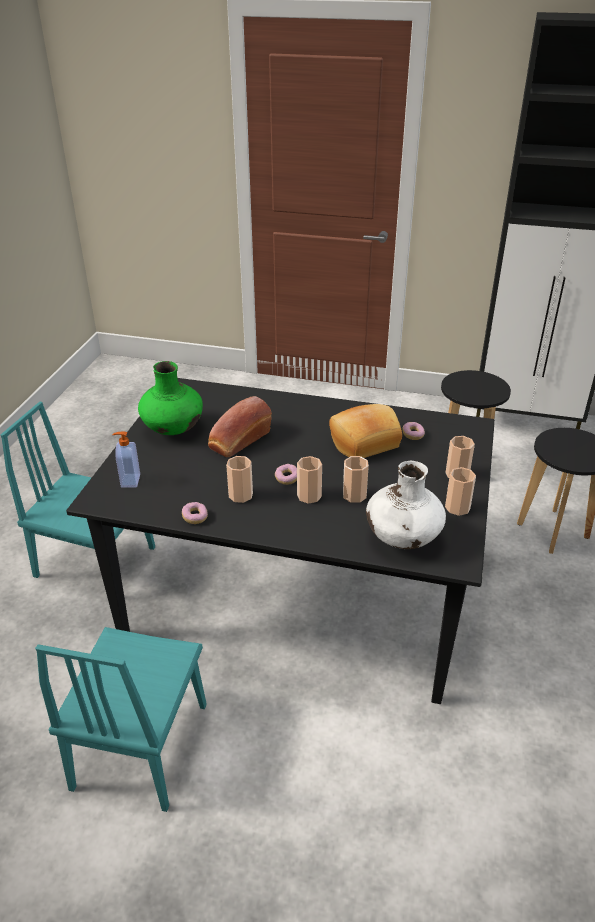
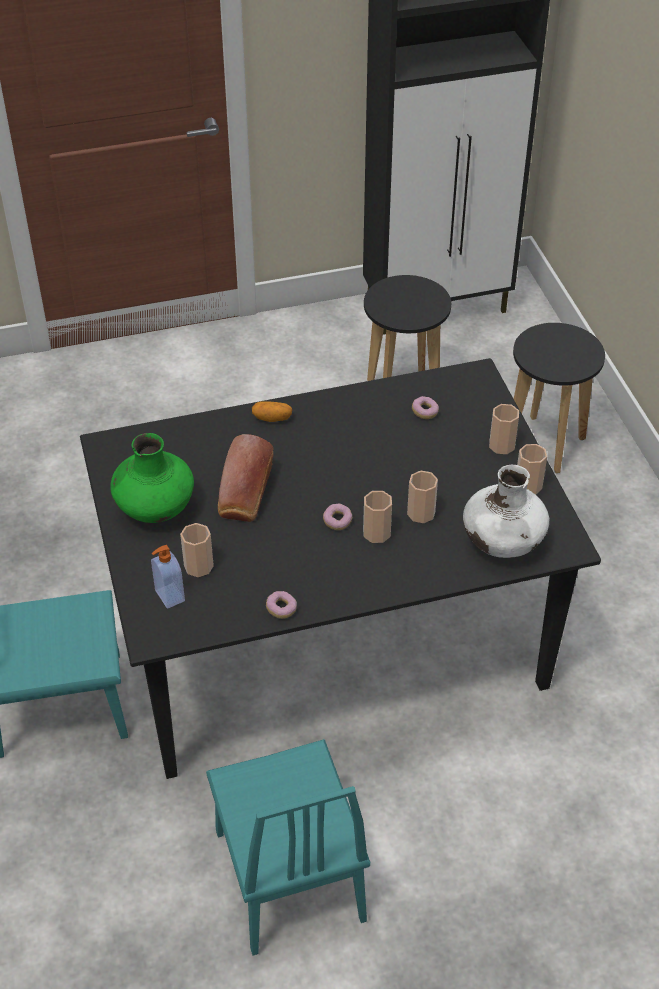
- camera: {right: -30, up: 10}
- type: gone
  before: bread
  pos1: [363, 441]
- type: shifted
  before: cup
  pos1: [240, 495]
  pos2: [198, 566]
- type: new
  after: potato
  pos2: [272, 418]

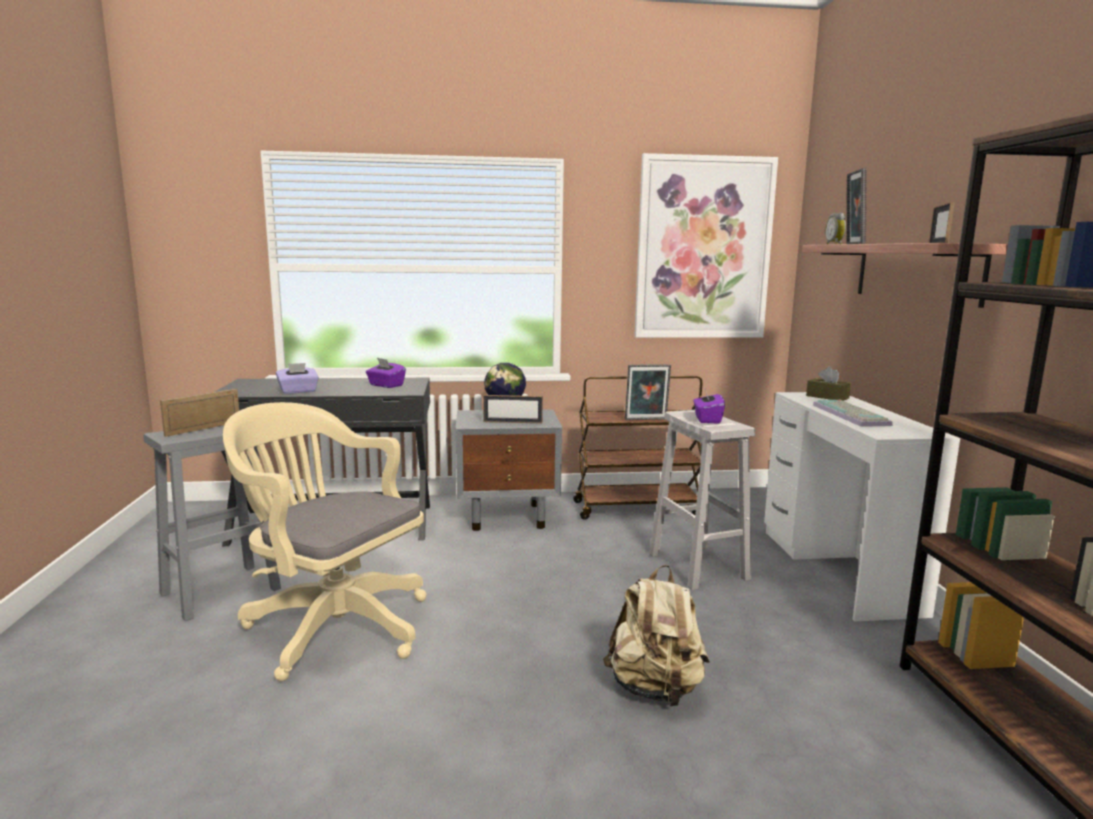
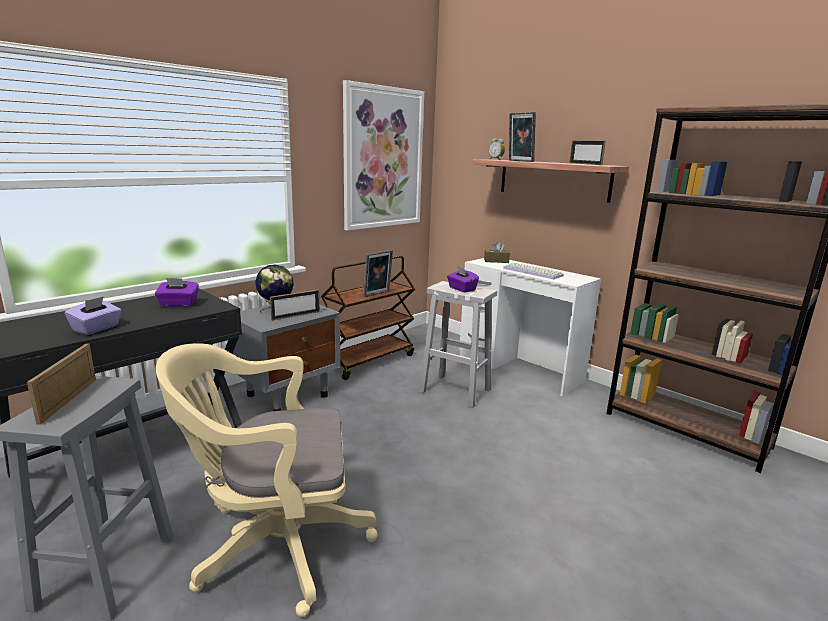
- camera: {right: -40, up: 5}
- type: gone
  before: backpack (beige)
  pos1: [655, 689]

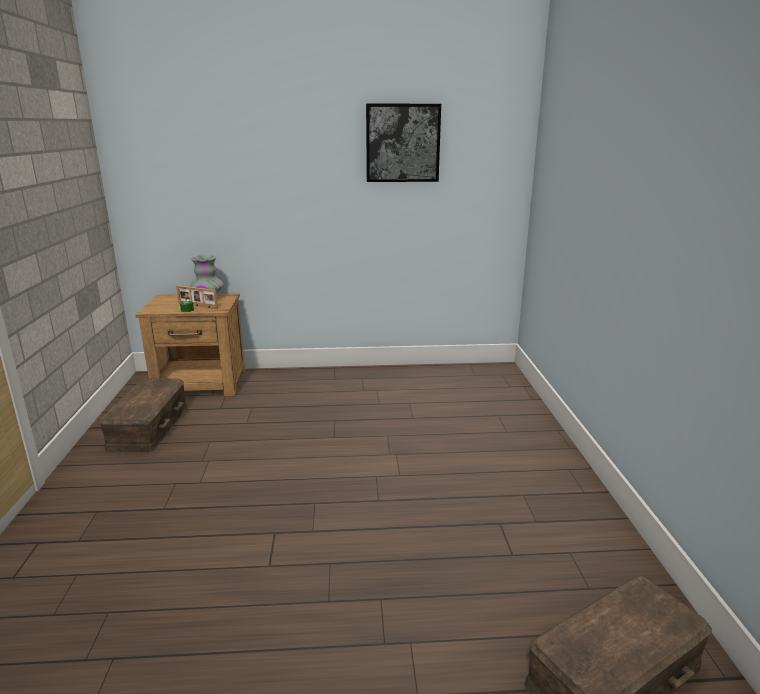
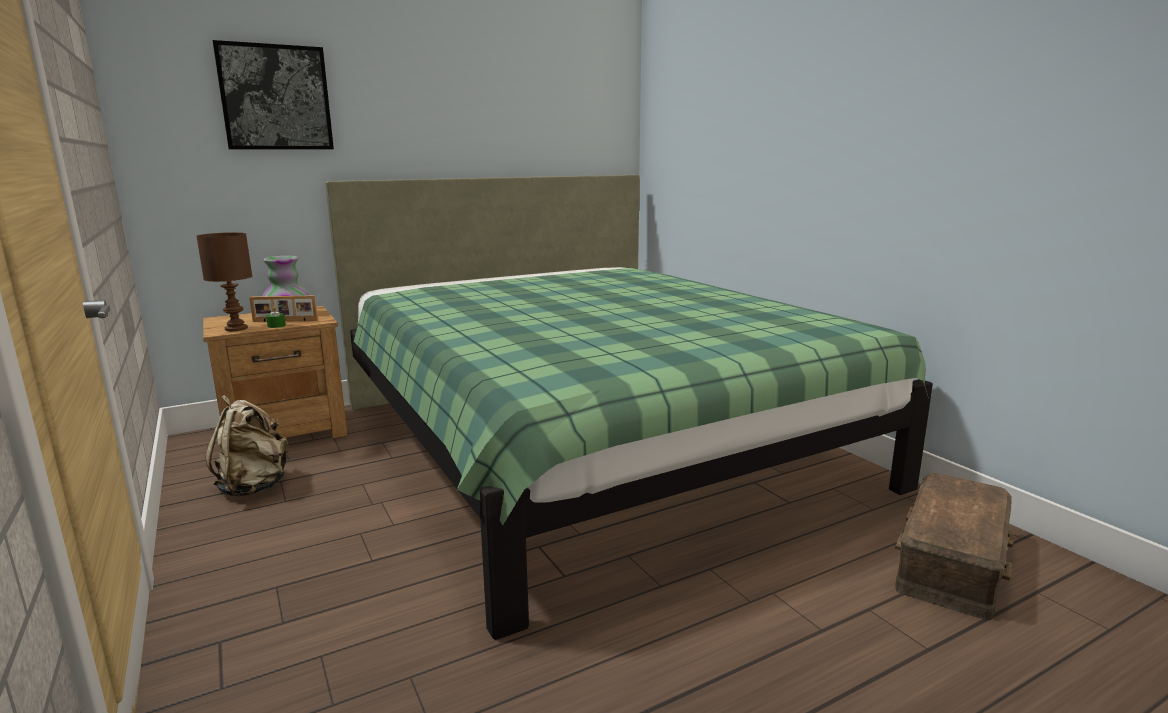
- camera: {right: -25, up: -5}
- type: shifted
  before: picture
  pos1: [402, 143]
  pos2: [275, 98]
- type: swapped
  before: storage box (brown)
  after: backpack (beige)
  pos1: [148, 426]
  pos2: [254, 487]
- type: new
  after: bed (green)
  pos2: [591, 443]
- type: new
  after: table lamp (brown)
  pos2: [235, 329]

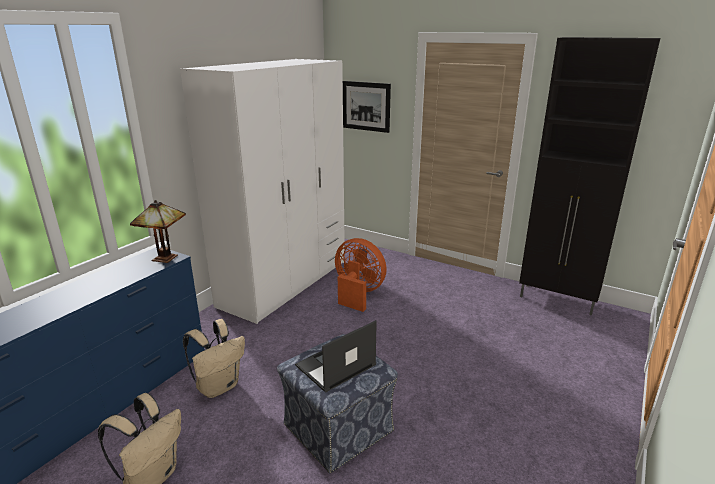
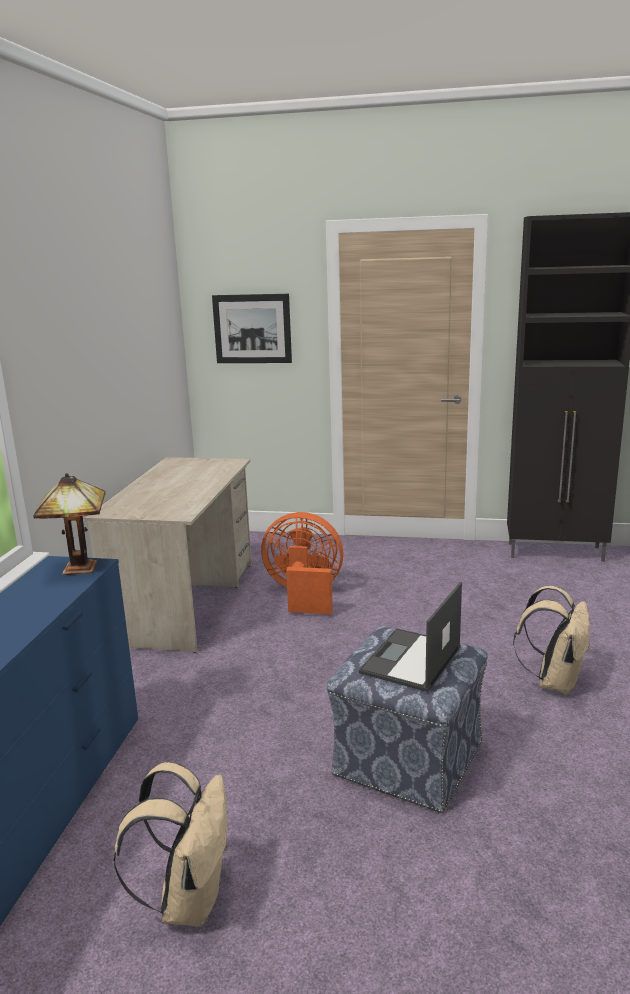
- camera: {right: -20, up: -5}
- type: swapped
  before: wardrobe (white)
  after: desk (beige)
  pos1: [285, 282]
  pos2: [186, 602]
- type: shifted
  before: backpack (beige)
  pos1: [219, 386]
  pos2: [554, 681]

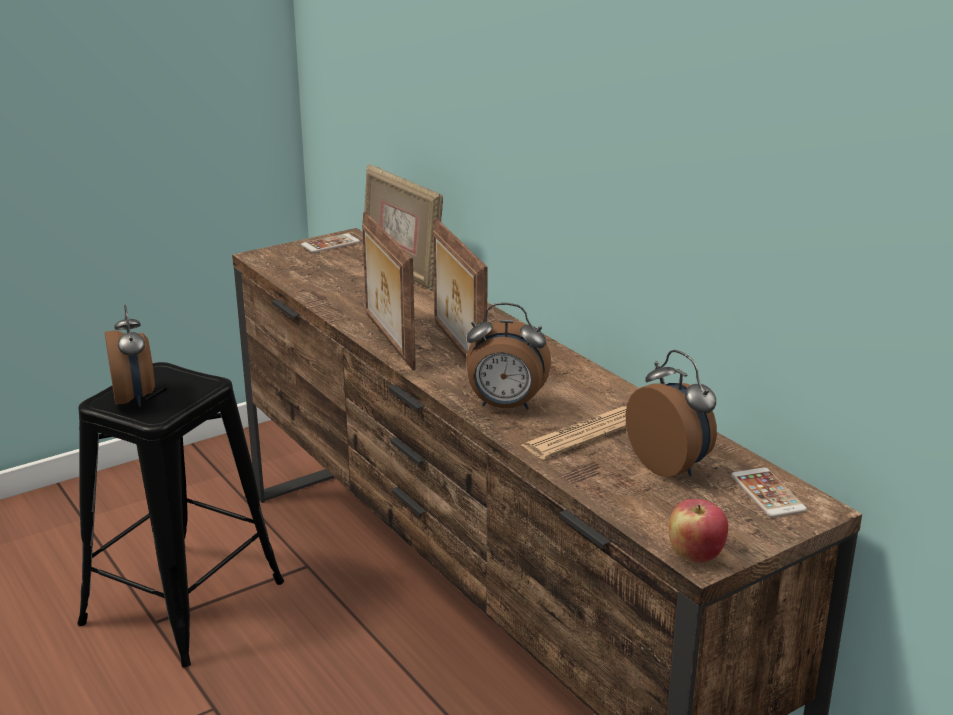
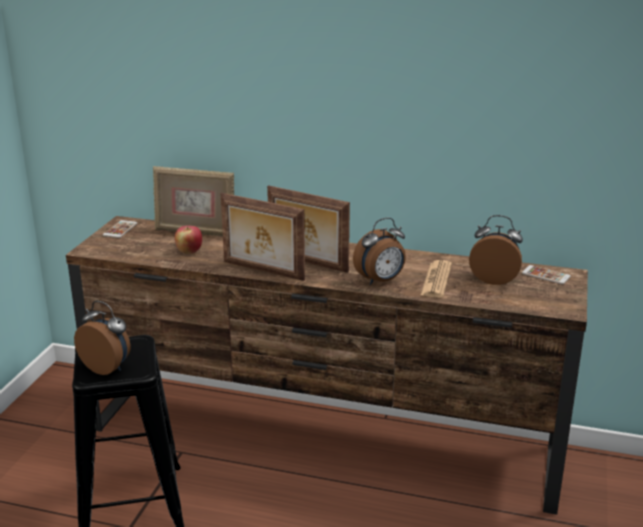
- camera: {right: -40, up: 0}
- type: shifted
  before: apple
  pos1: [695, 555]
  pos2: [189, 251]

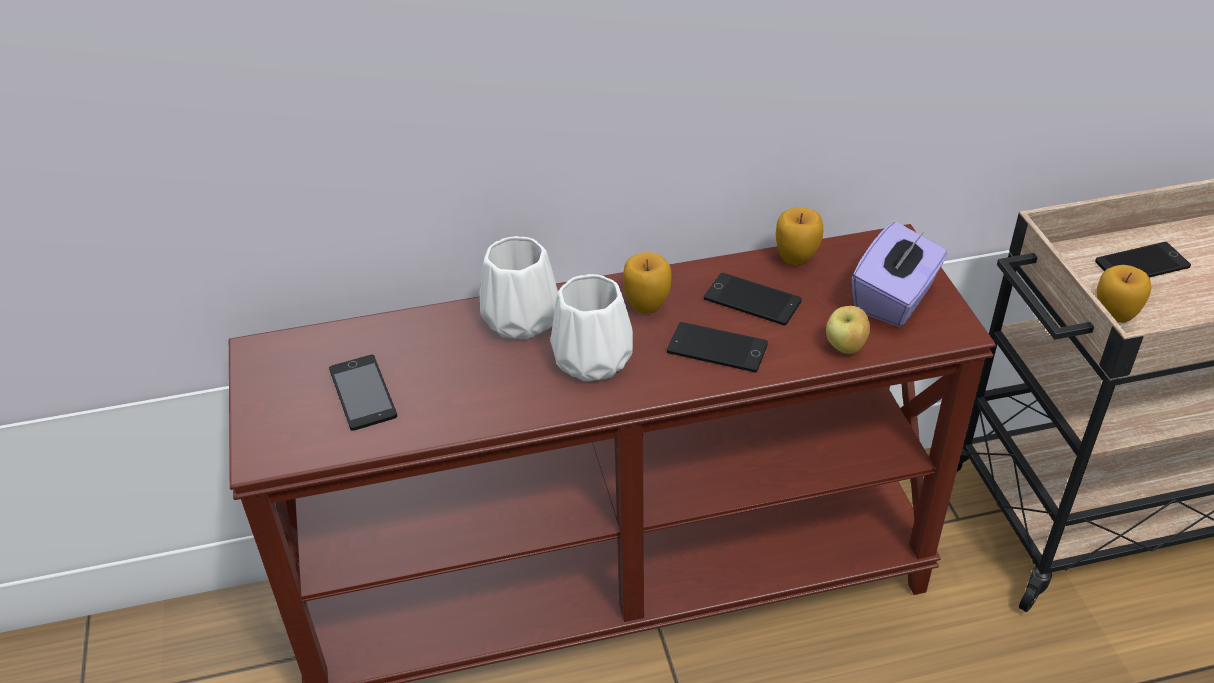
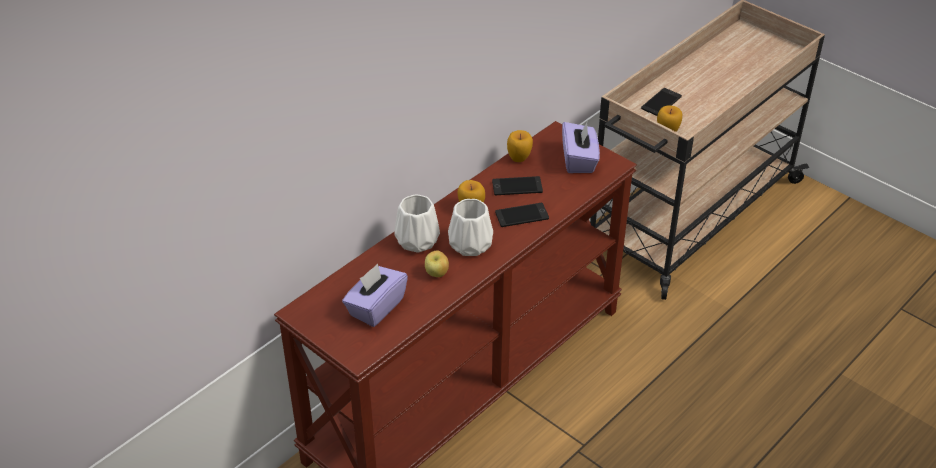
- camera: {right: -35, up: 0}
- type: shifted
  before: apple
  pos1: [846, 347]
  pos2: [437, 273]
- type: swapped
  before: phone
  after: tissue box (purple)
  pos1: [362, 393]
  pos2: [376, 307]

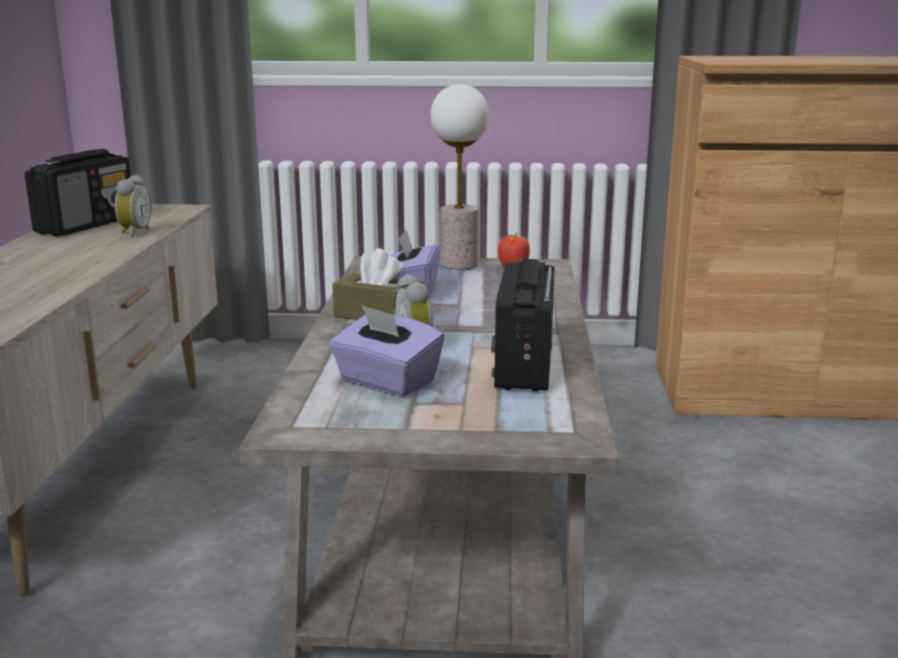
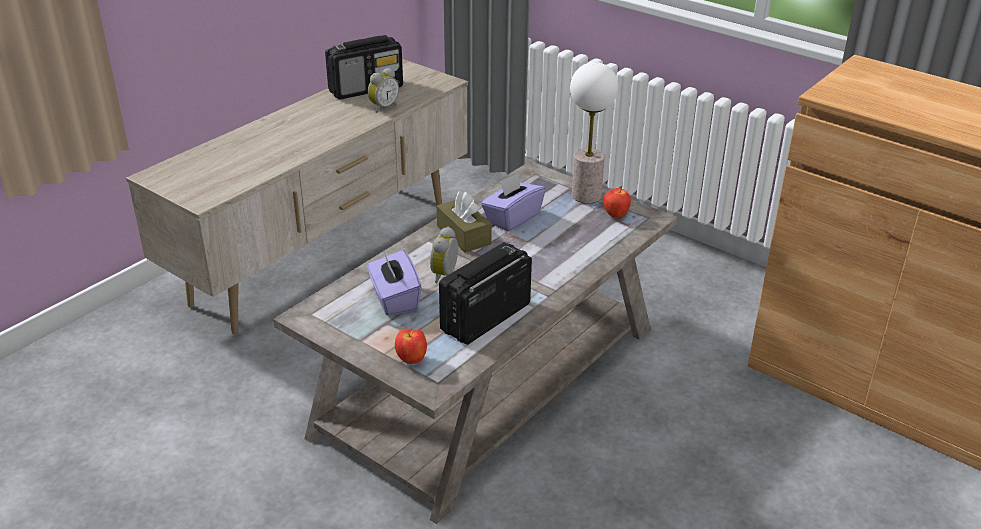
- camera: {right: 35, up: 15}
- type: new
  after: apple
  pos2: [412, 360]

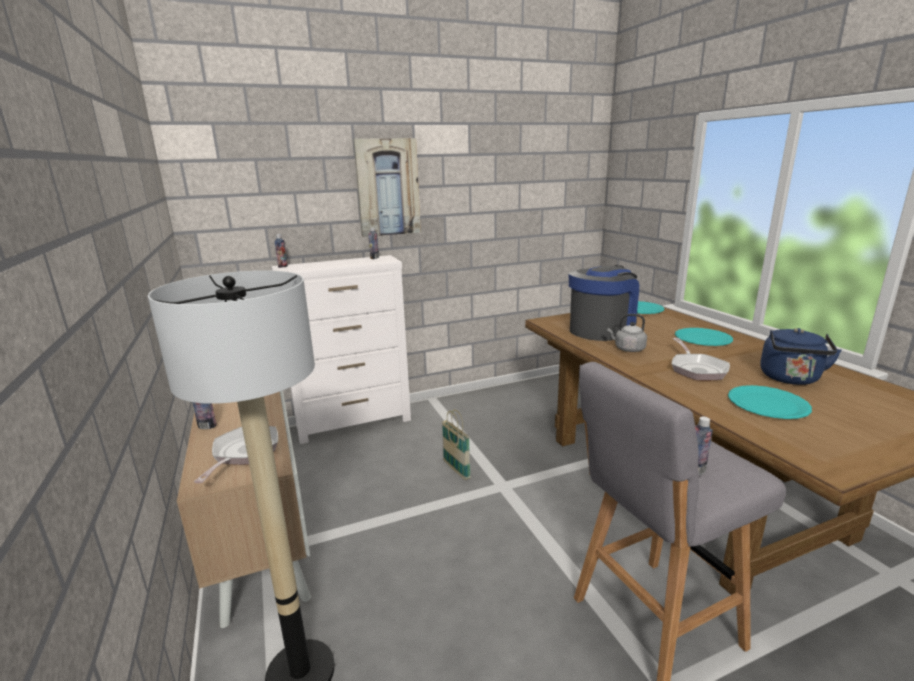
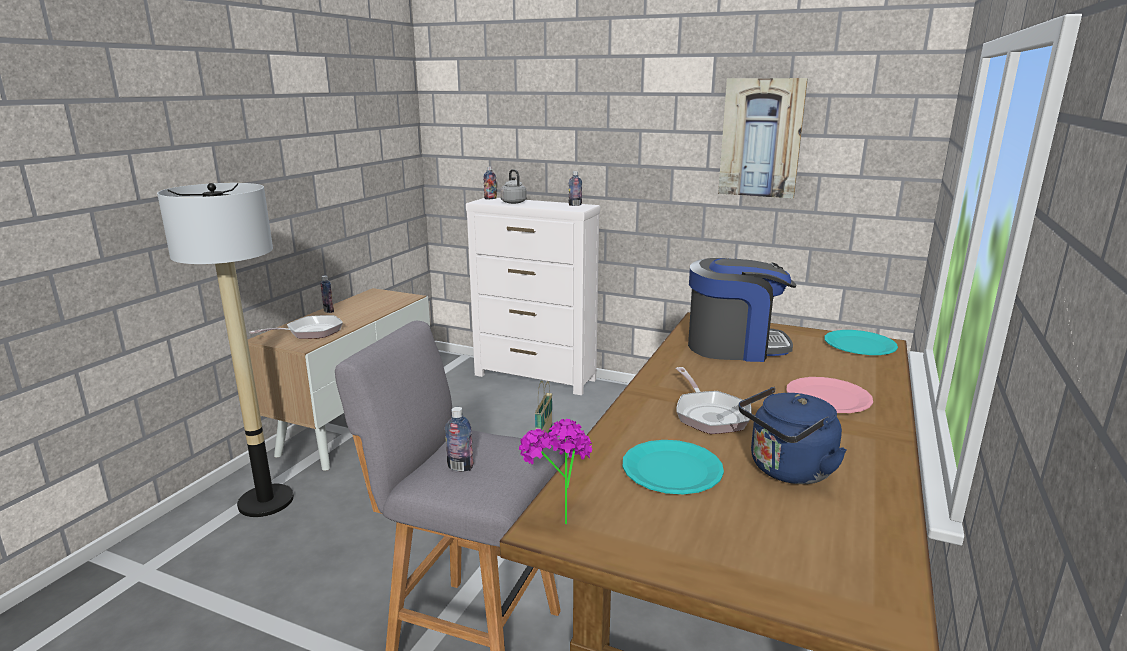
- camera: {right: 45, up: 0}
- type: shifted
  before: picture
  pos1: [387, 187]
  pos2: [761, 138]
- type: shifted
  before: kettle (grey)
  pos1: [627, 349]
  pos2: [513, 202]
- type: repainted
  before: plate (turquoise)
  after: plate (pink)
  pos1: [703, 338]
  pos2: [828, 397]
- type: rotated
  before: frying pan
  pos1: [696, 369]
  pos2: [709, 414]
  turn: -60
- type: new
  after: potted plant
  pos2: [557, 516]

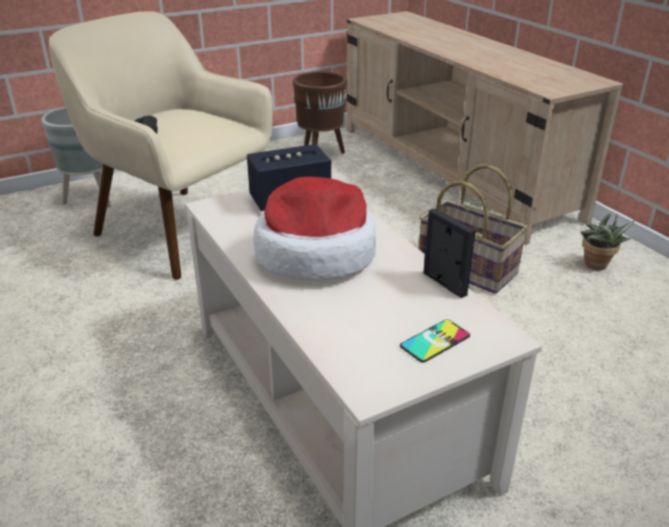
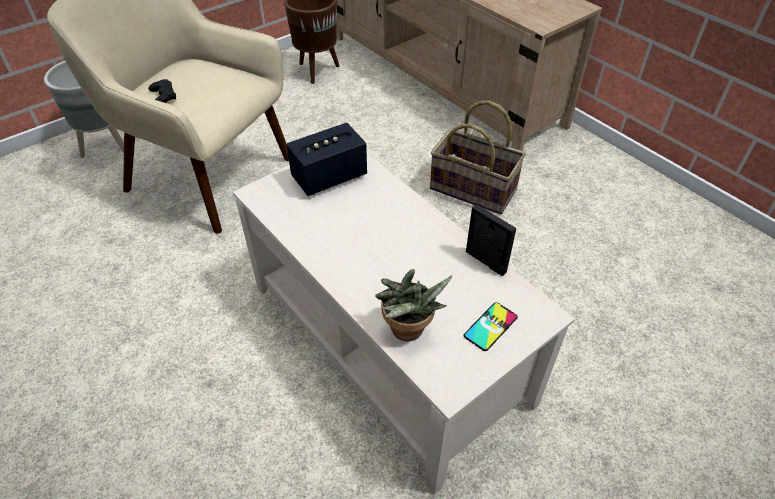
- camera: {right: -10, up: 15}
- type: gone
  before: hat
  pos1: [315, 253]
- type: shifted
  before: potted plant
  pos1: [596, 266]
  pos2: [408, 333]

